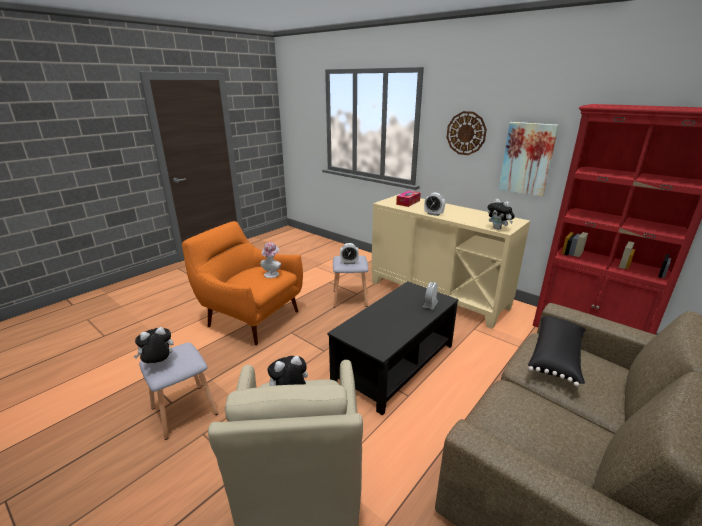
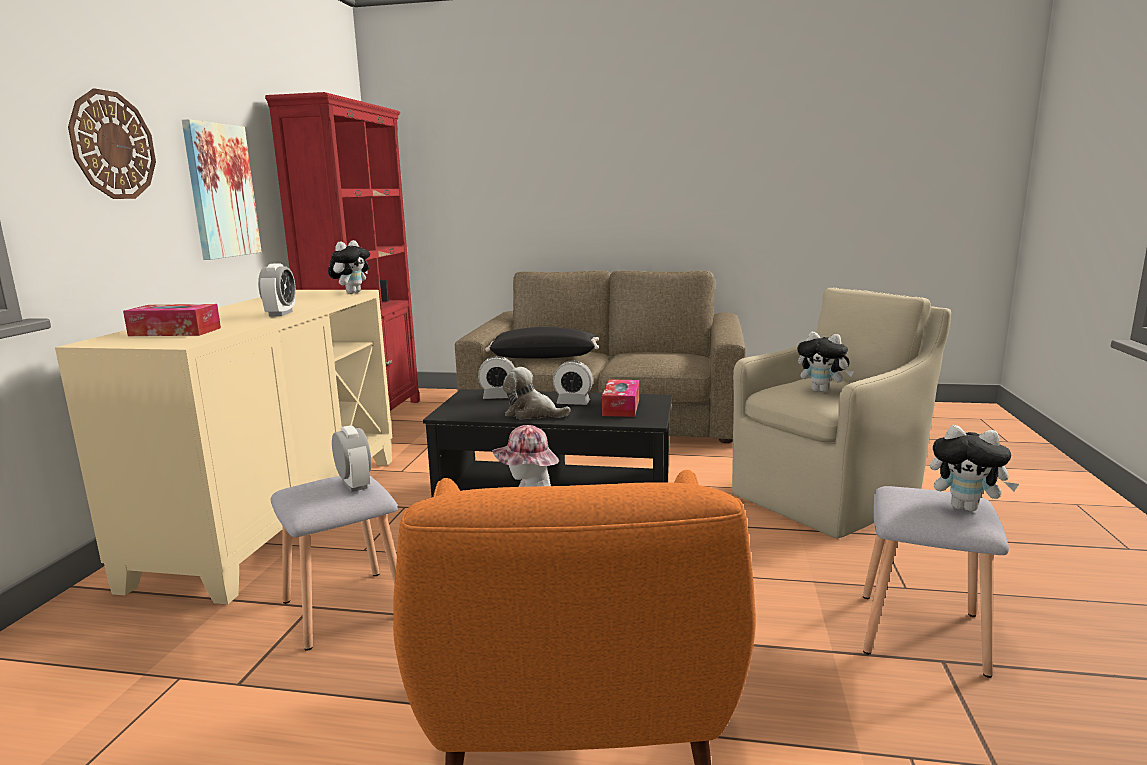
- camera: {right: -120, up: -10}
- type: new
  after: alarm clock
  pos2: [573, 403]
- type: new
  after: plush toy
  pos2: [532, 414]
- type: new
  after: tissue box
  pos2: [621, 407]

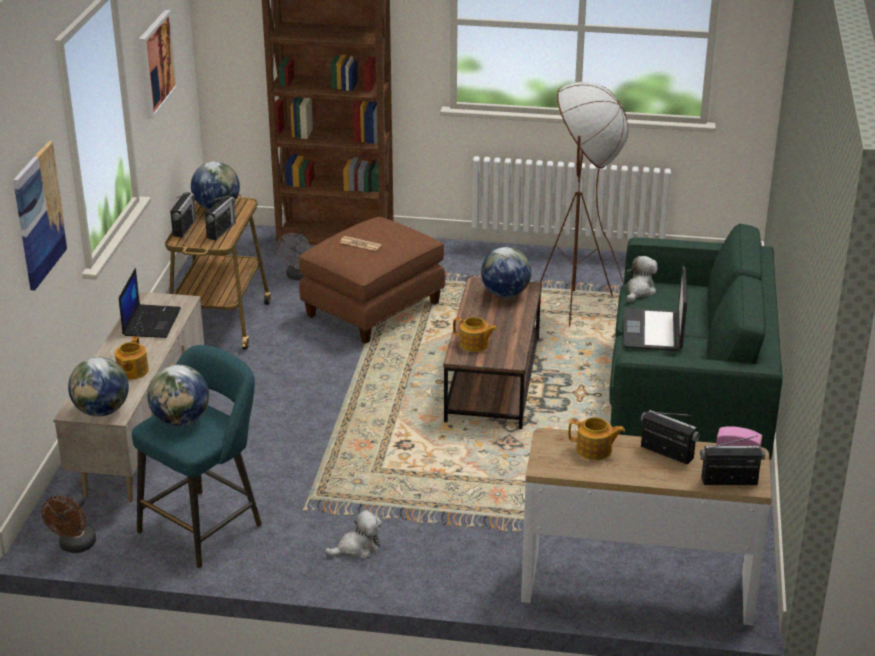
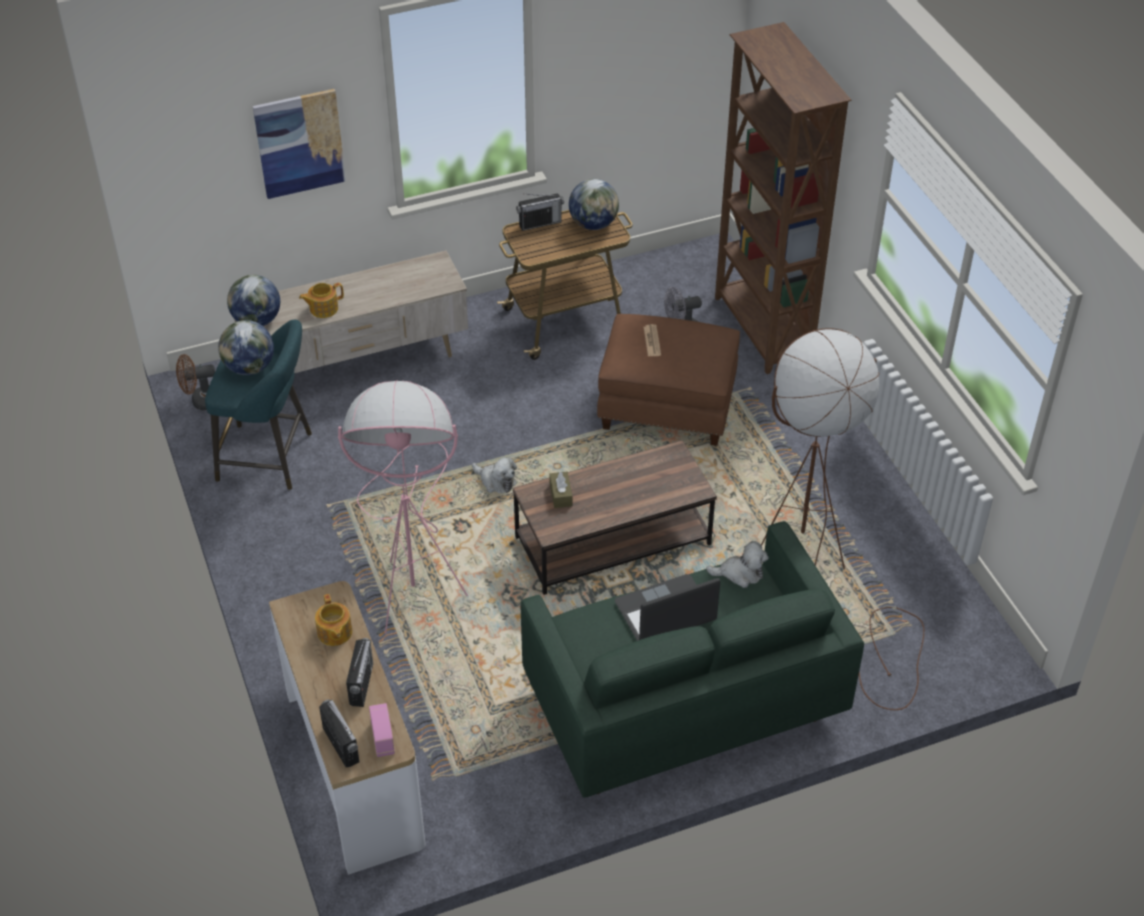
- camera: {right: 60, up: 15}
- type: gone
  before: picture
  pos1: [156, 63]
- type: gone
  before: radio
  pos1: [221, 230]
- type: gone
  before: globe
  pos1: [505, 294]
- type: gone
  before: laptop
  pos1: [151, 321]
- type: swapped
  before: teapot
  after: tissue box (brown)
  pos1: [474, 344]
  pos2: [560, 494]
- type: shifted
  before: plush toy
  pos1: [357, 548]
  pos2: [496, 481]
- type: new
  after: floor lamp (pink)
  pos2: [413, 564]

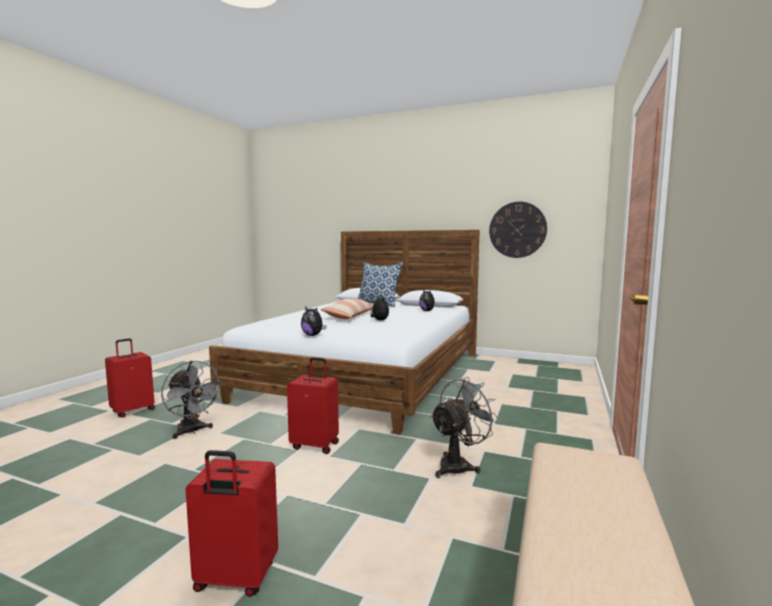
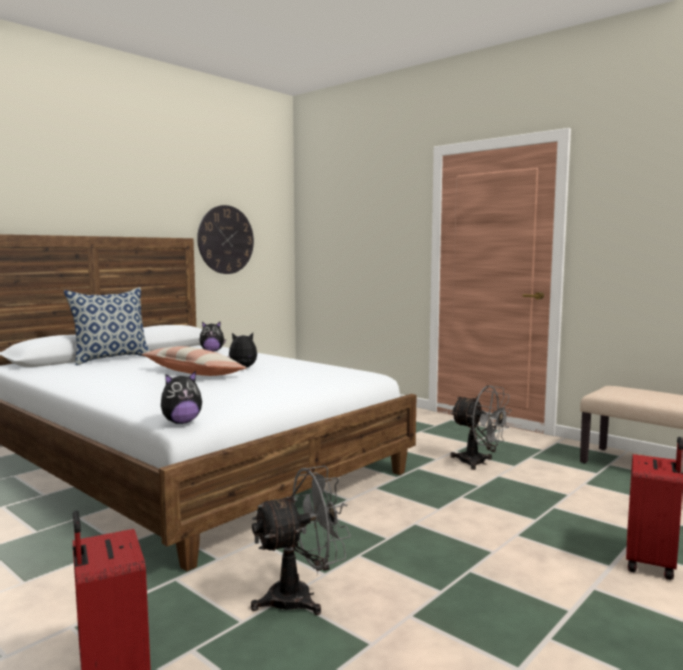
- camera: {right: -70, up: 0}
- type: shifted
  before: plush toy
  pos1: [313, 335]
  pos2: [181, 422]
- type: gone
  before: suitcase (red)
  pos1: [315, 445]
- type: rotated
  before: fan (grey)
  pos1: [459, 465]
  pos2: [479, 463]
  turn: 150

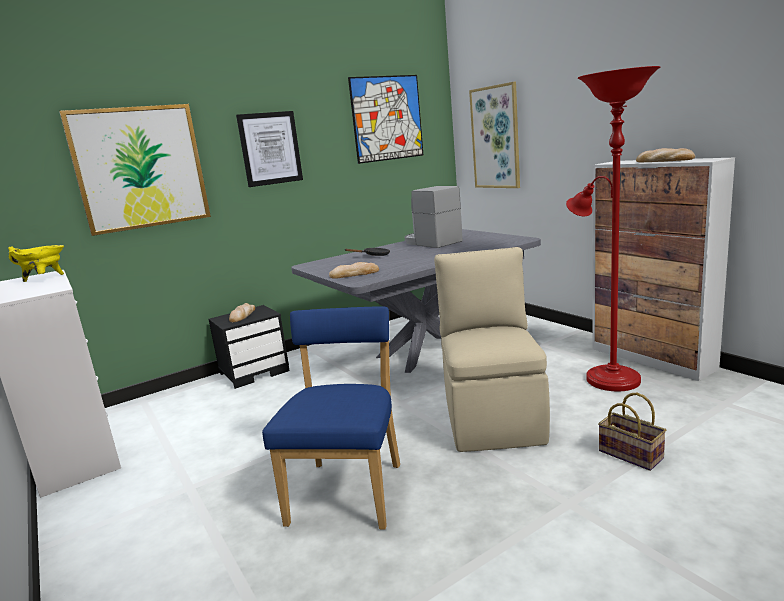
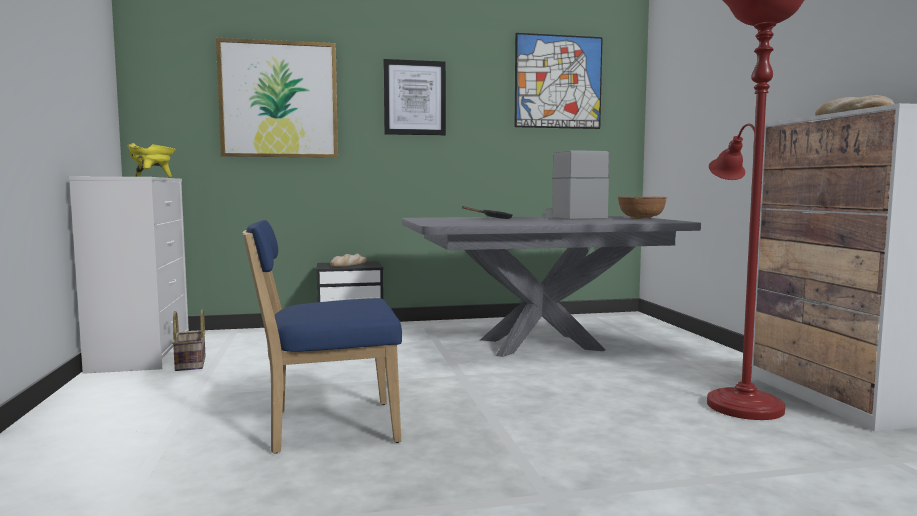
- camera: {right: 20, up: -10}
- type: gone
  before: picture
  pos1: [495, 137]
- type: gone
  before: chair (beige)
  pos1: [493, 418]
- type: gone
  before: bread
  pos1: [354, 274]
- type: rotated
  before: chair (blue)
  pos1: [349, 490]
  pos2: [326, 427]
  turn: -135
- type: shifted
  before: basket
  pos1: [632, 454]
  pos2: [191, 364]
- type: new
  after: bowl (brown)
  pos2: [641, 218]

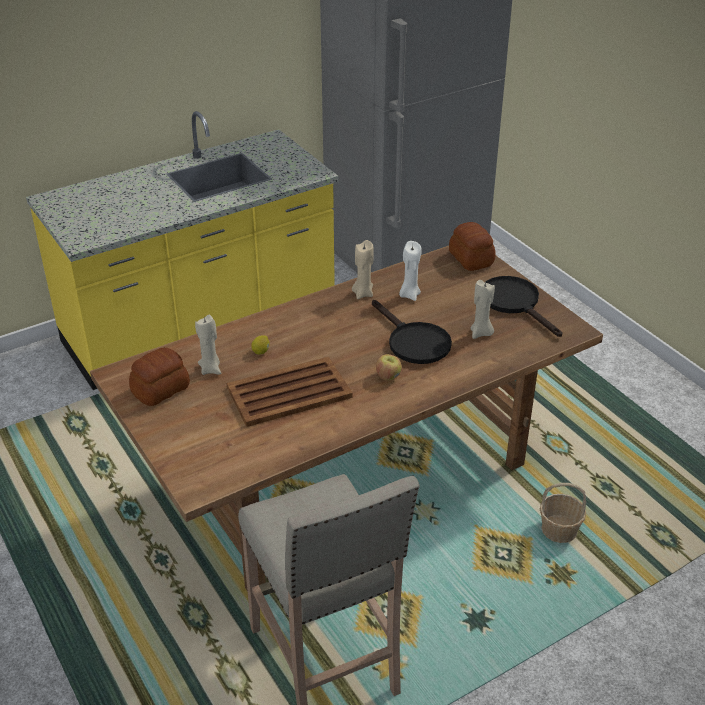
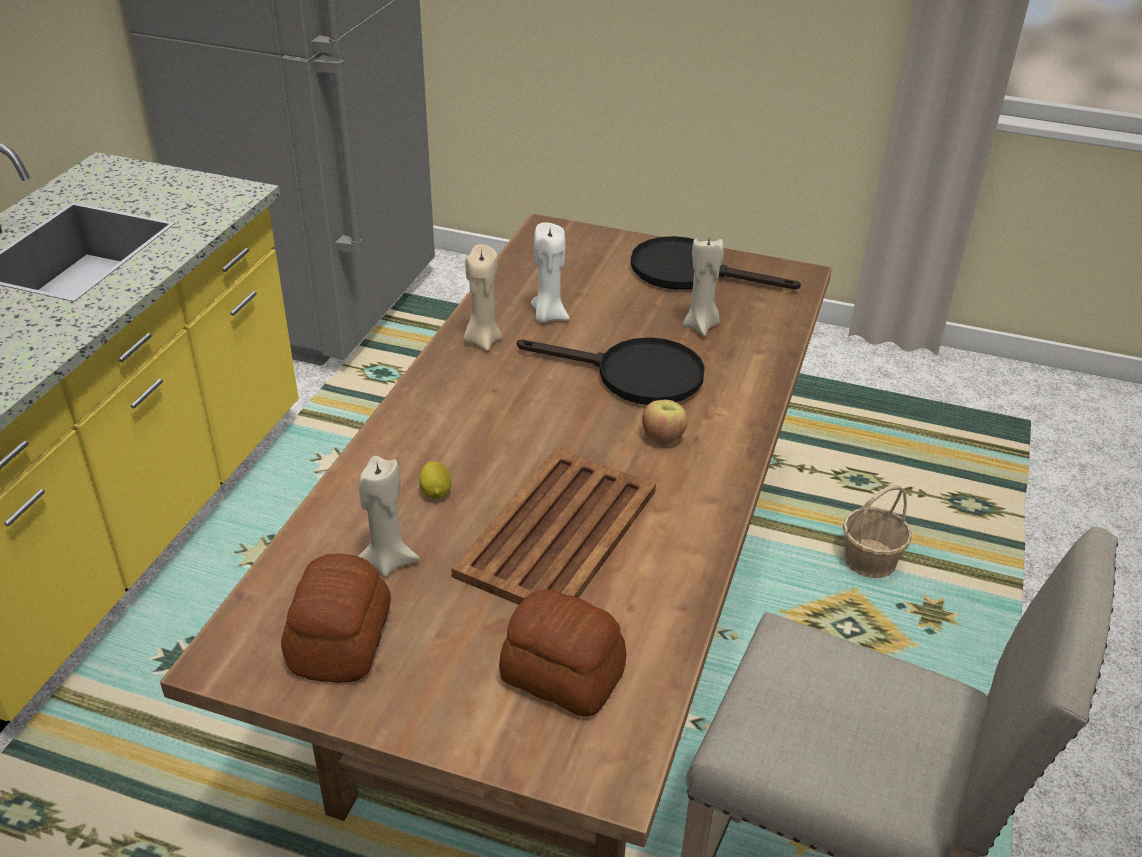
- camera: {right: -40, up: 0}
- type: shifted
  before: bread
  pos1: [470, 259]
  pos2: [562, 677]

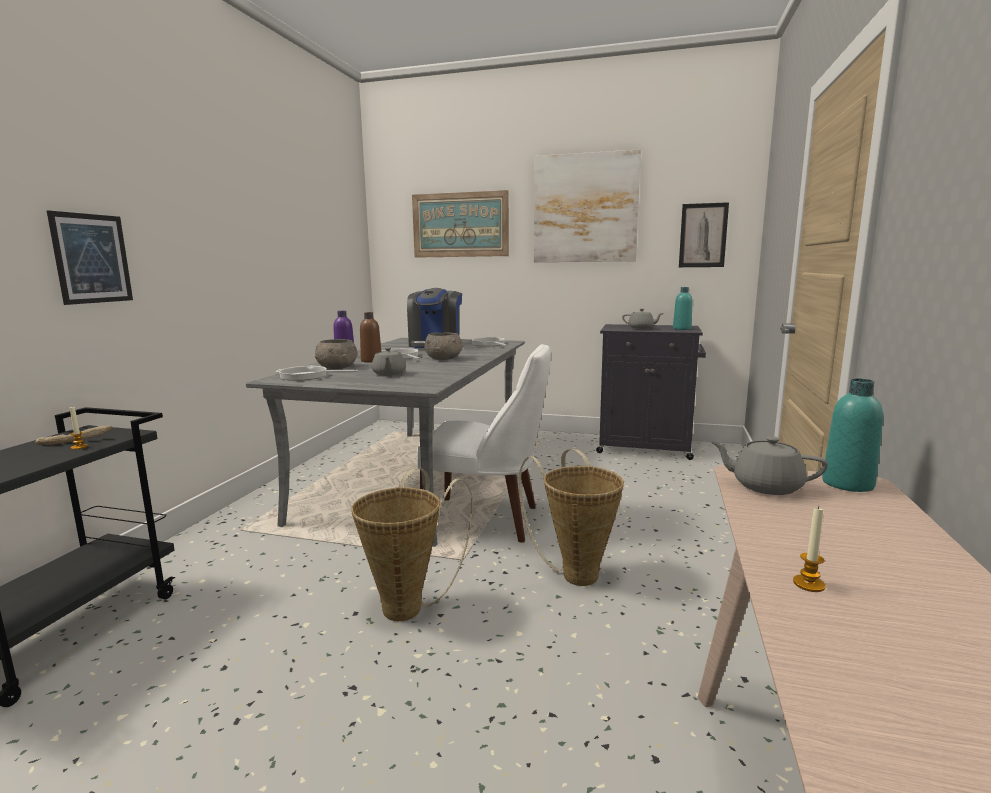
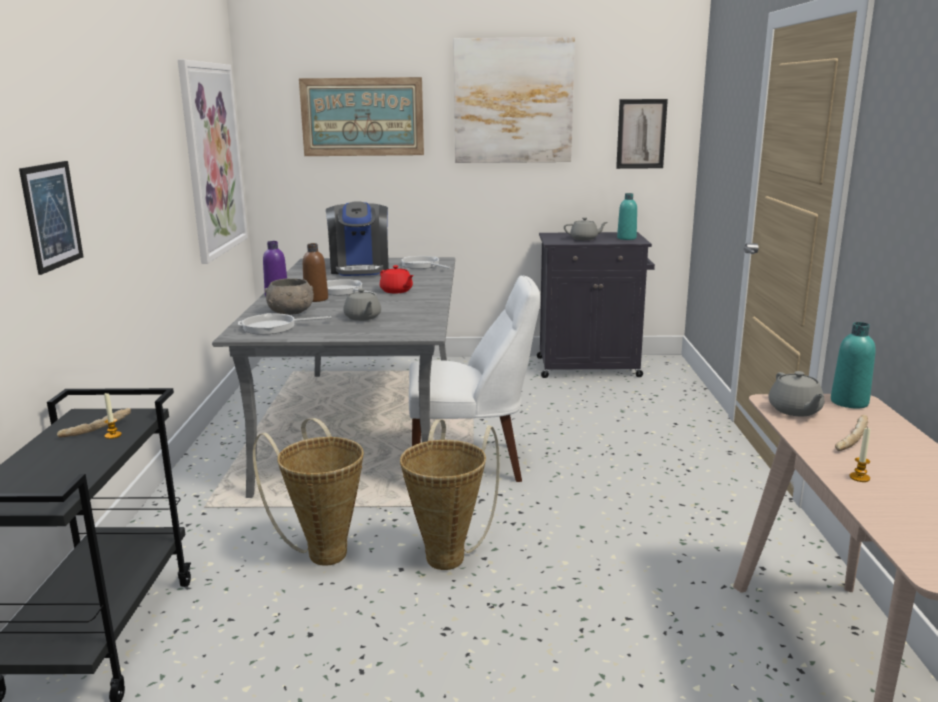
- camera: {right: -15, up: 5}
- type: swapped
  before: bowl (grey)
  after: teapot (red)
  pos1: [444, 359]
  pos2: [396, 291]
- type: rotated
  before: teapot (grey)
  pos1: [765, 486]
  pos2: [795, 410]
  turn: -105
- type: shifted
  before: basket
  pos1: [575, 572]
  pos2: [323, 551]
- type: new
  after: picture
  pos2: [213, 159]
- type: new
  after: bread
  pos2: [850, 440]

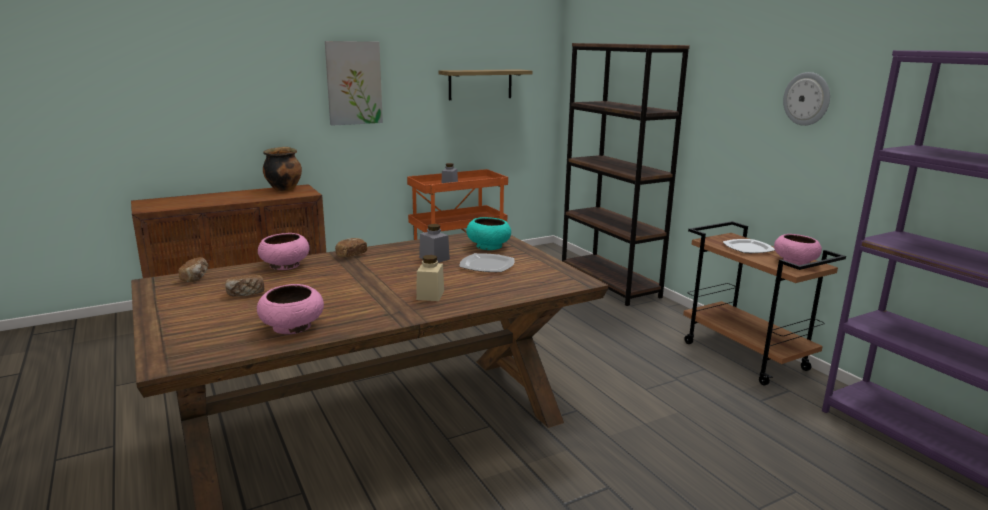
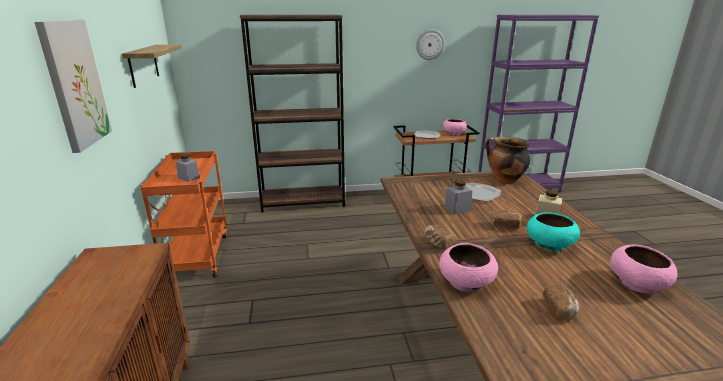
- camera: {right: -70, up: 5}
- type: shifted
  before: cooking pot
  pos1: [284, 189]
  pos2: [504, 179]
- type: shifted
  before: bowl (turquoise)
  pos1: [488, 246]
  pos2: [548, 244]
- type: shifted
  before: bread
  pos1: [196, 277]
  pos2: [504, 225]

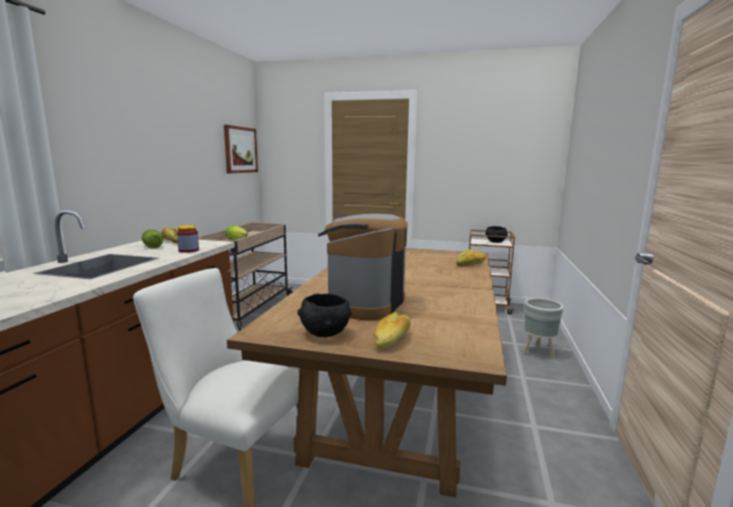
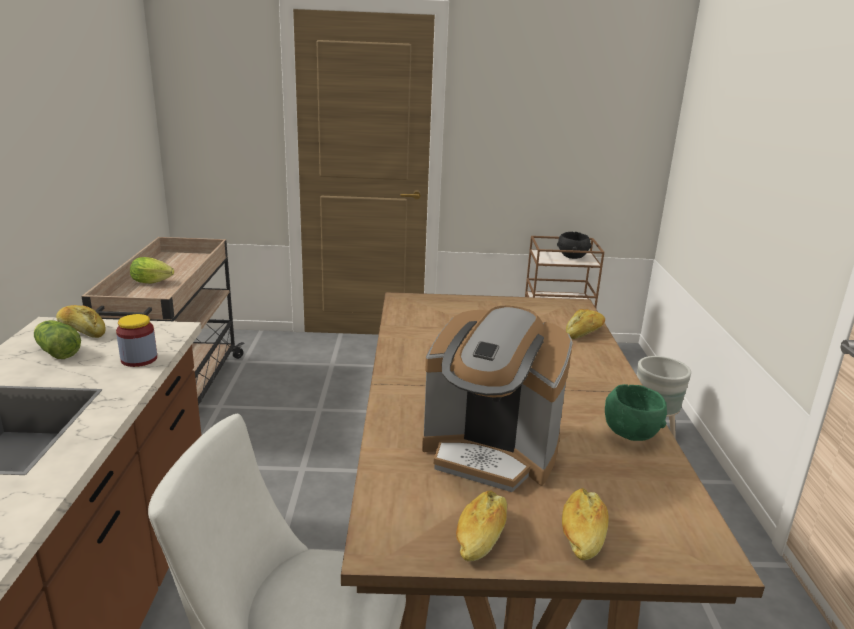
- camera: {right: -15, up: 10}
- type: gone
  before: picture
  pos1: [240, 150]
- type: rotated
  before: coffee machine
  pos1: [363, 304]
  pos2: [490, 453]
  turn: -75
- type: swapped
  before: bowl (black)
  after: bread
  pos1: [325, 334]
  pos2: [481, 536]
- type: new
  after: bowl (green)
  pos2: [630, 435]

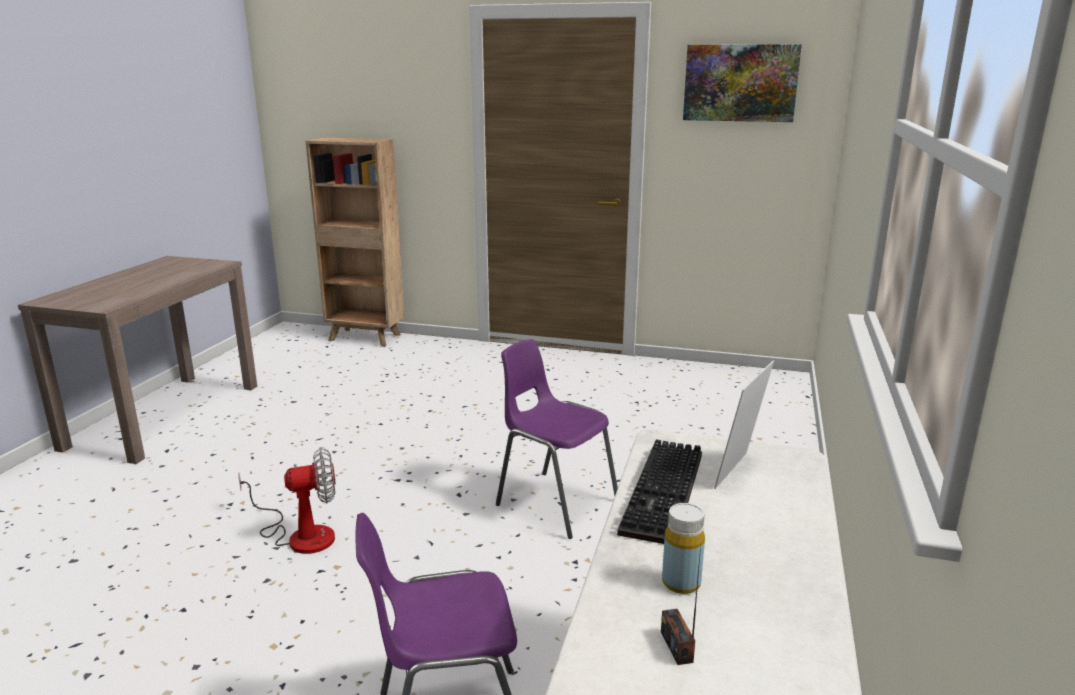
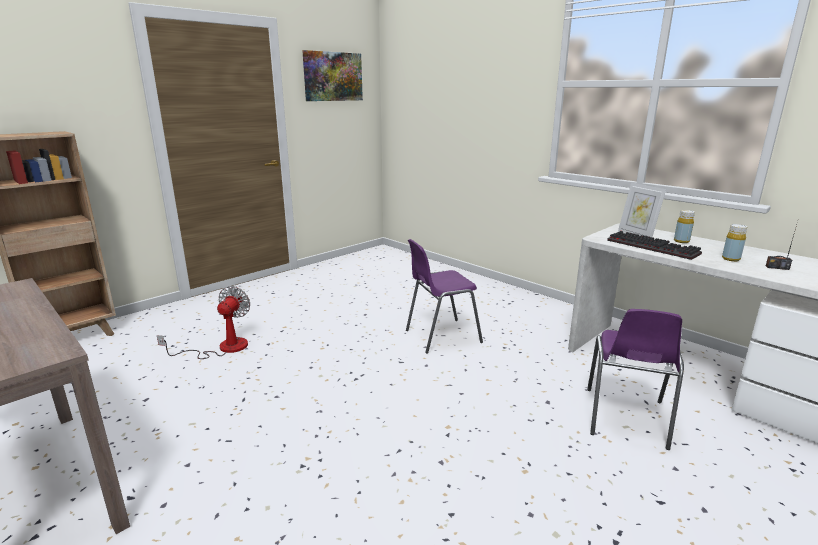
- camera: {right: -60, up: 0}
- type: shifted
  before: fan
  pos1: [300, 535]
  pos2: [222, 348]
- type: new
  after: bottle (yellow)
  pos2: [681, 241]

